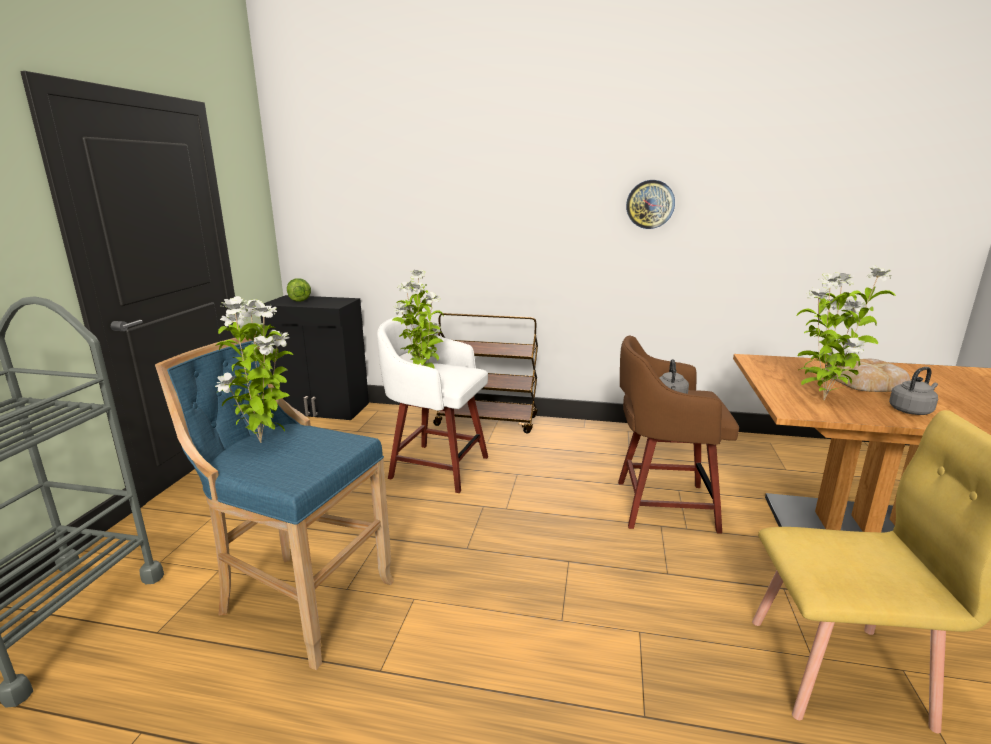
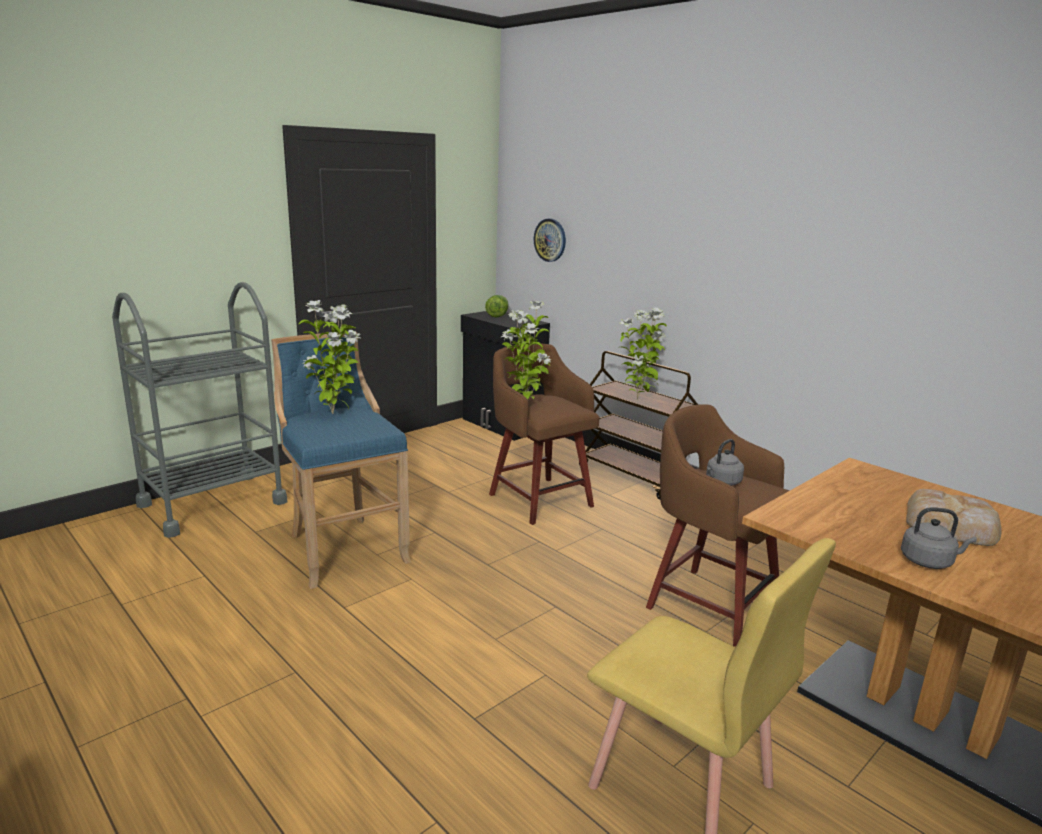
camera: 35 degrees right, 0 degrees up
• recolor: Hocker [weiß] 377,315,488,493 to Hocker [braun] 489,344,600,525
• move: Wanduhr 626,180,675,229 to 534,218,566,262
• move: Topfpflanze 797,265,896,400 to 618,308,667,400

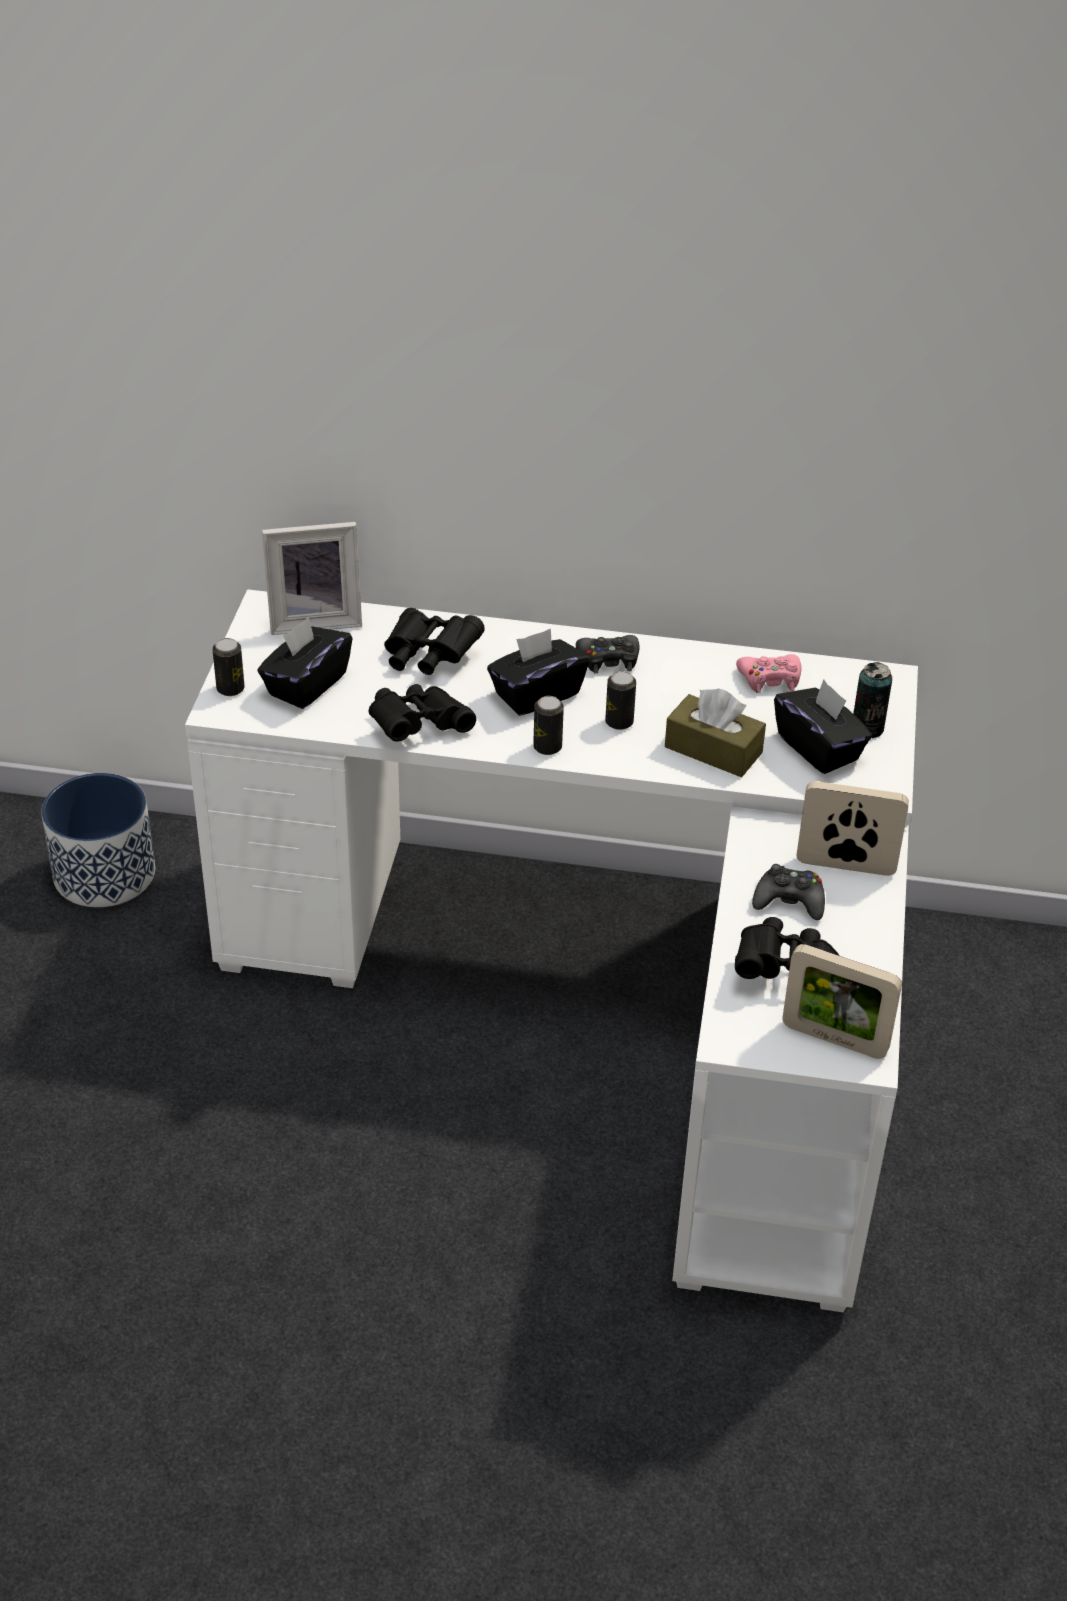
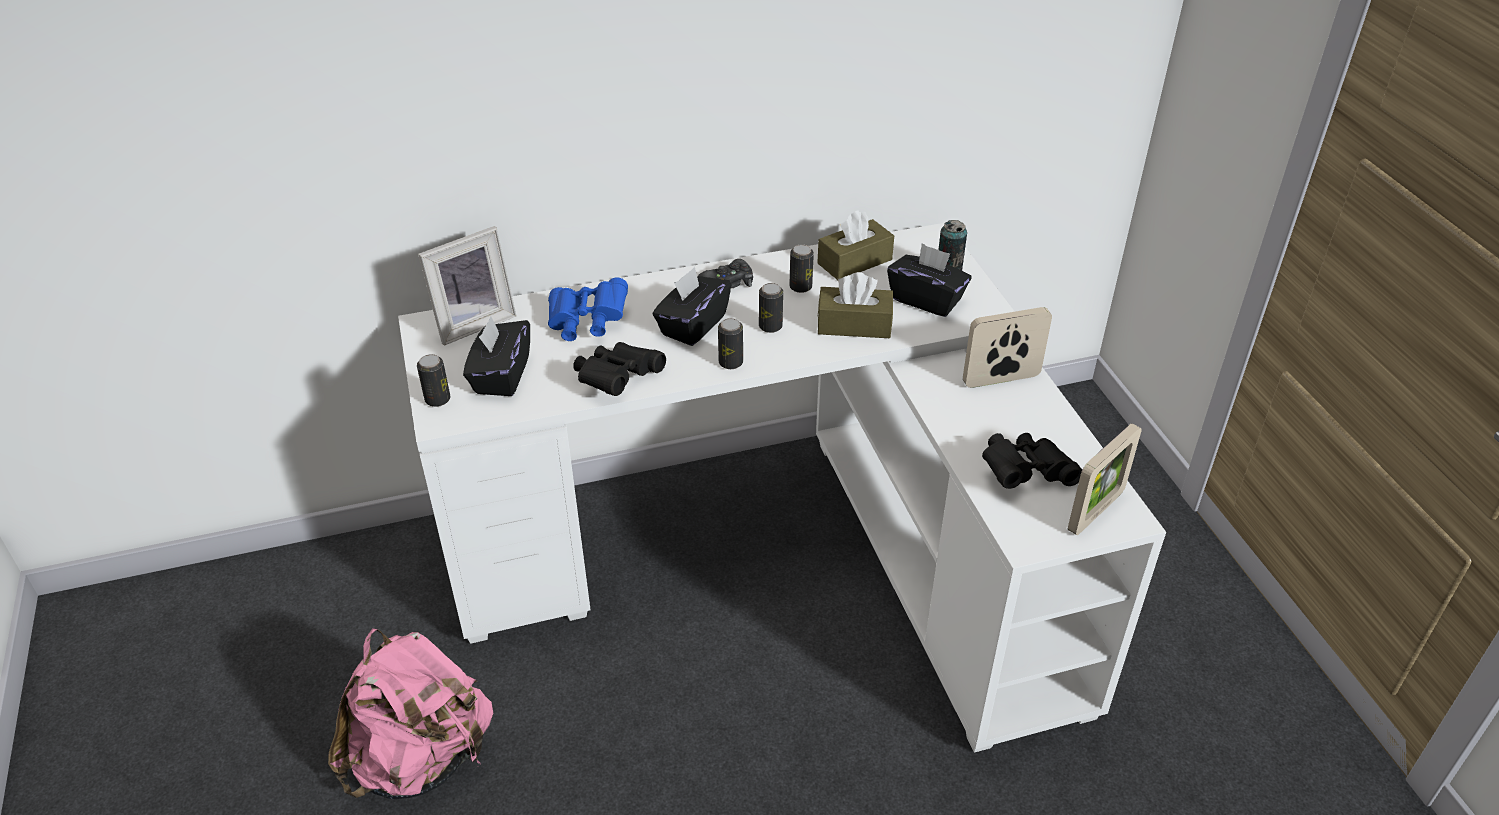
camera: 25 degrees left, 0 degrees up
• insert: Rucksack [rosa] 328,628,493,799
• recolor: Fernglas [schwarz] 384,608,485,675 to Fernglas [blau] 548,277,628,341
• insert: Dose 790,244,814,293
• replace: Gamepad [rosa] 736,654,801,693 to Taschentuchbox [braun] 817,210,894,280
• rotate: Bilderrahmen 782,944,902,1059 = 1068,423,1142,535 45 degrees counterclockwise
• delete: Pflanzkübel 41,773,155,907
• delete: Gamepad [schwarz] 752,864,825,920

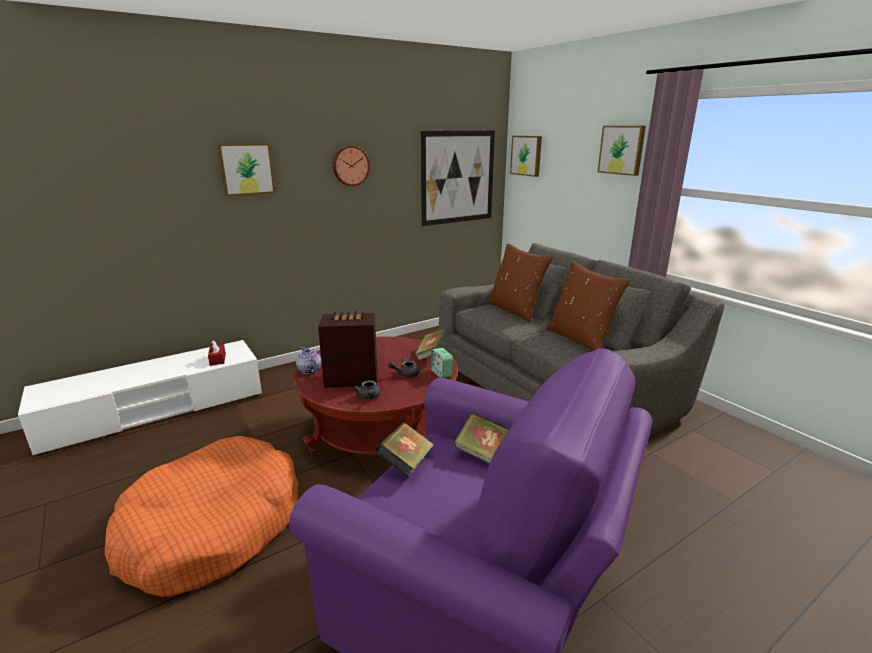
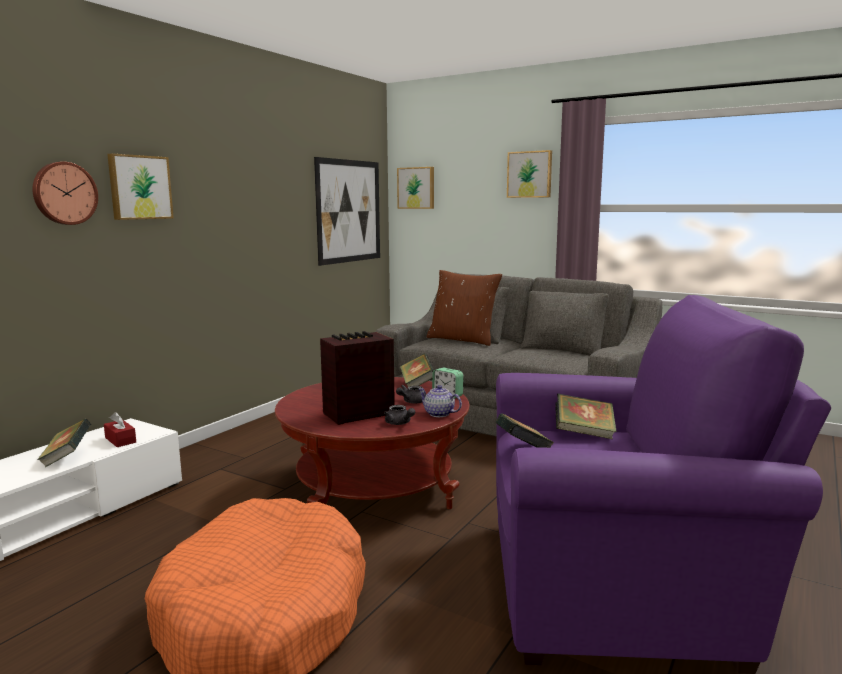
camera: 25 degrees left, 10 degrees down
• move: Wanduhr 332,145,370,186 to 32,162,98,225
• insert: Buch 37,419,91,467
• move: Teekanne 296,347,321,374 to 419,385,462,417
• delete: Kissen [braun] 546,262,630,351

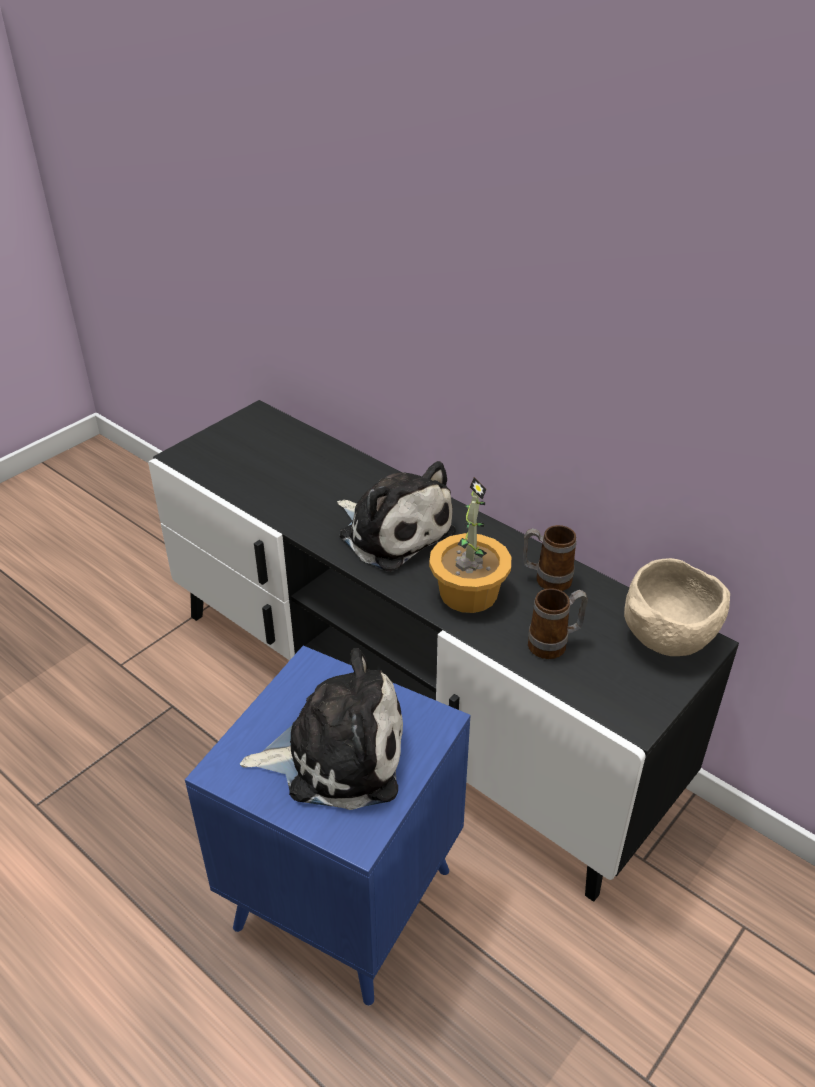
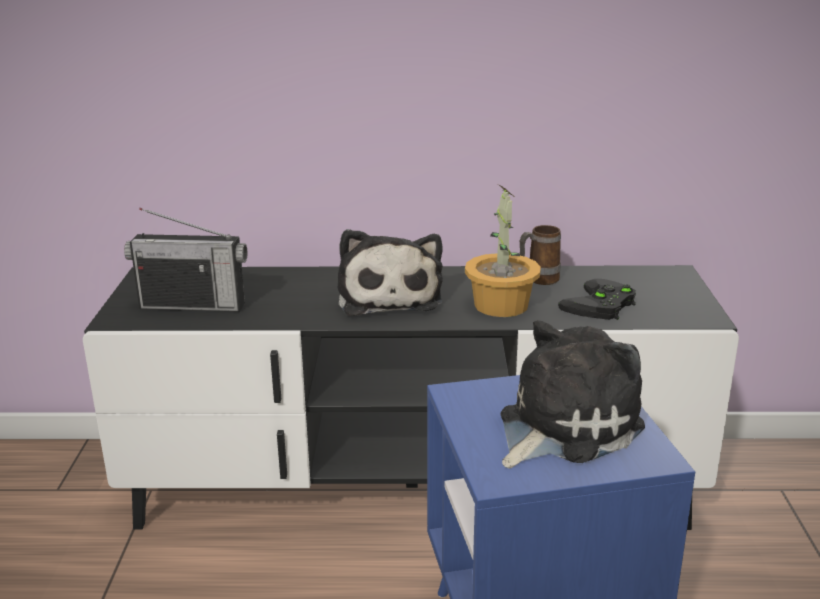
camera: 40 degrees left, 15 degrees down
• insert: Radio 124,208,247,312
• rotate: Plüschtier 337,461,456,572 = 337,229,443,316 75 degrees clockwise
• replace: Henkelbecher 528,588,588,659 to Gamepad [schwarz] 558,279,636,320
• delete: Schüssel [beige] 624,558,730,656

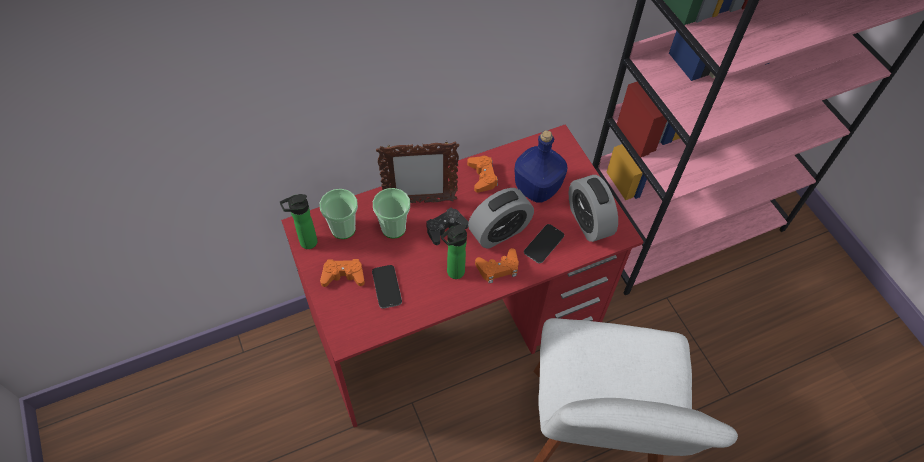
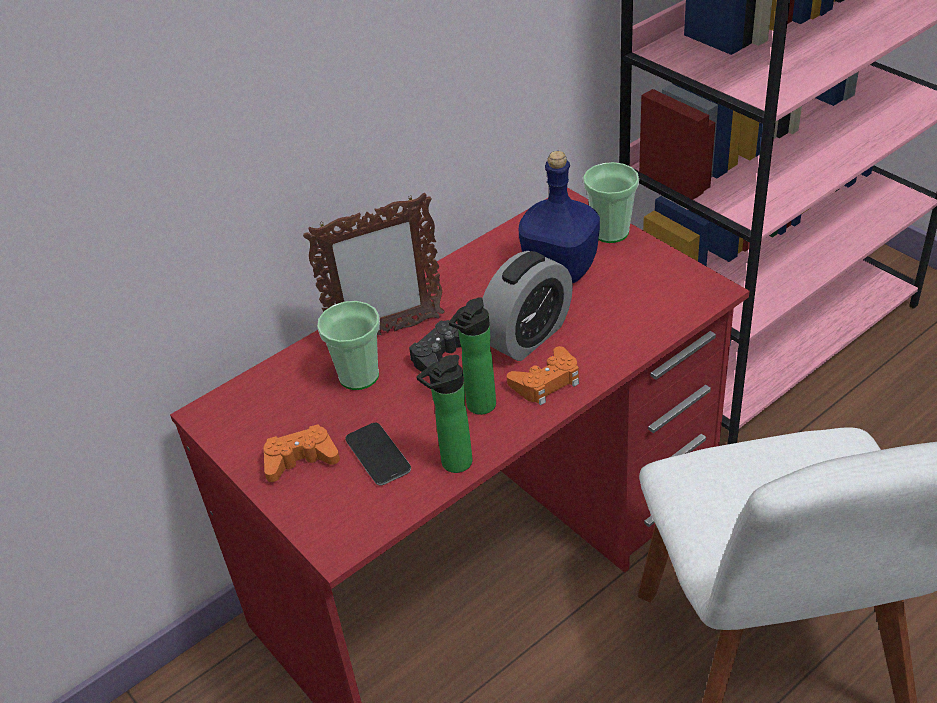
camera: 10 degrees left, 15 degrees down
• move: Flasche 280,194,317,249 to 416,355,473,473
• move: Tasse 320,189,358,239 to 583,162,639,243
• delete: Gamepad [orange] 467,156,498,193
• delete: Handy 524,224,564,263
• delete: Wecker 569,175,618,242

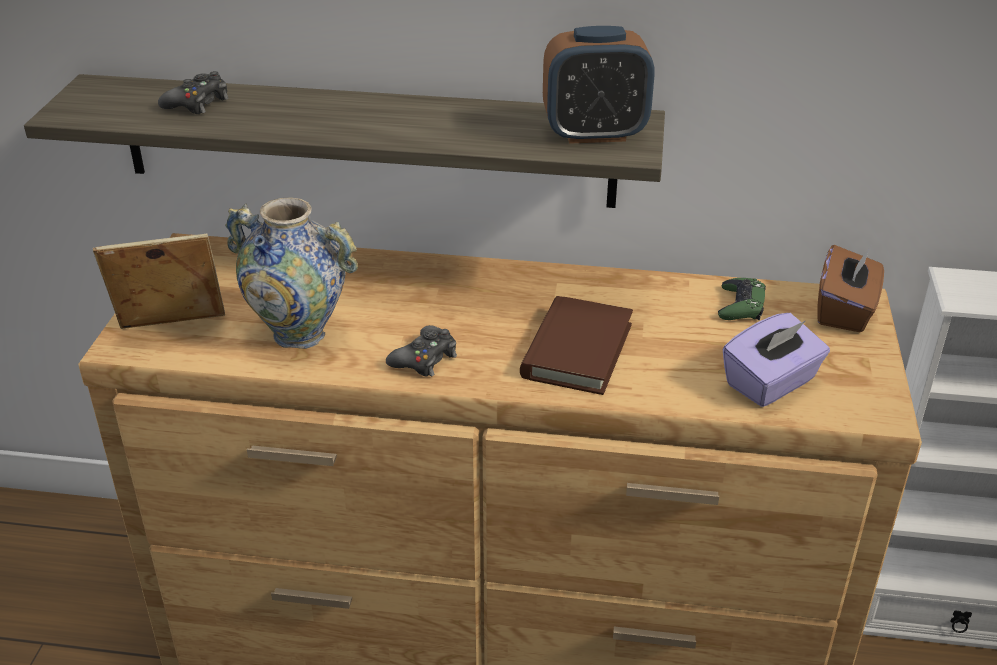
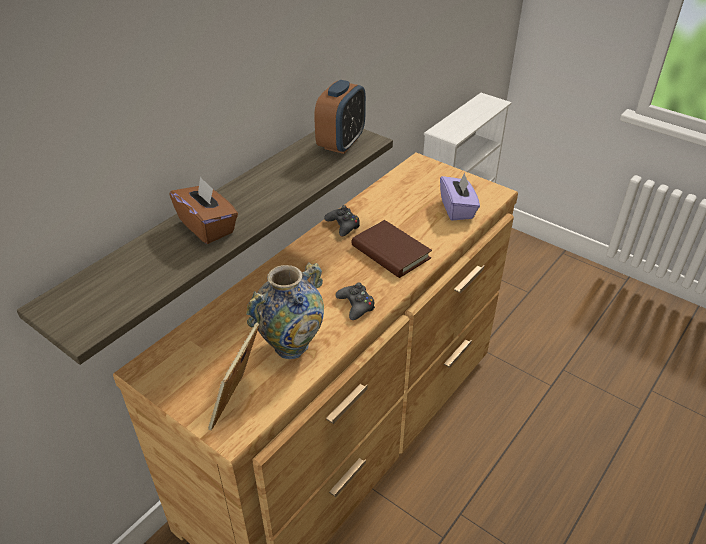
camera: 60 degrees left, 5 degrees up
• move: Taschentuchbox [braun] 817,245,884,332 to 170,176,238,244
• move: Gamepad [schwarz] 158,71,229,114 to 324,205,360,237
• delete: Gamepad [grün] 718,278,766,320

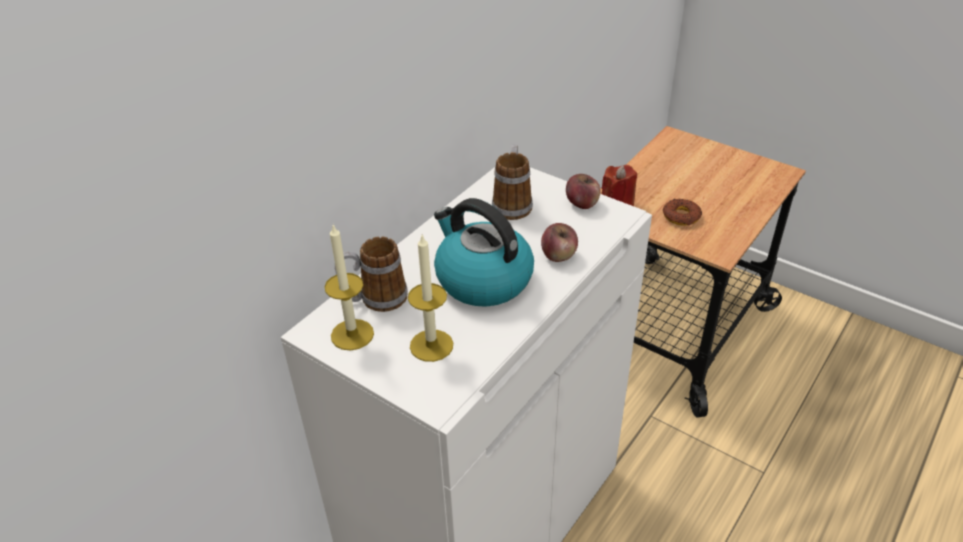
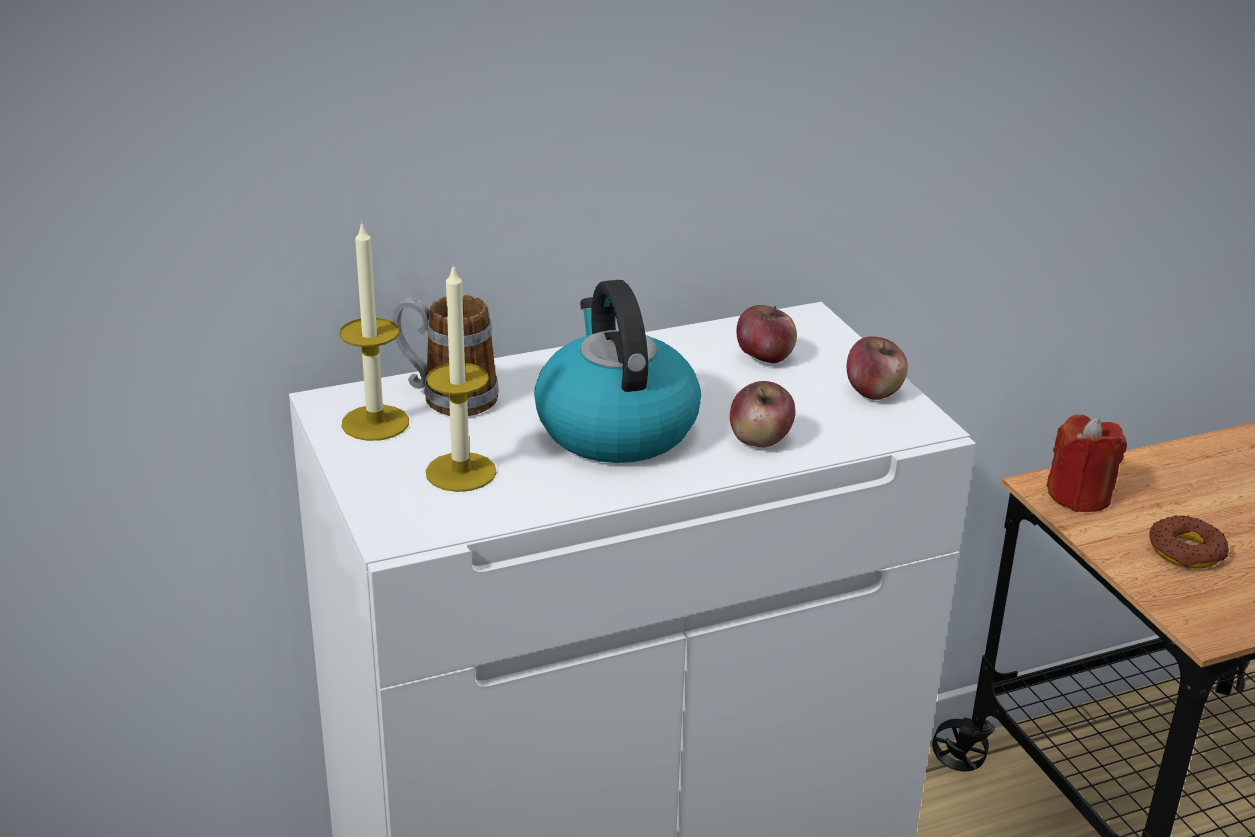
camera: 30 degrees right, 10 degrees down
• replace: Henkelbecher 492,144,533,220 to Apfel 736,305,797,363

